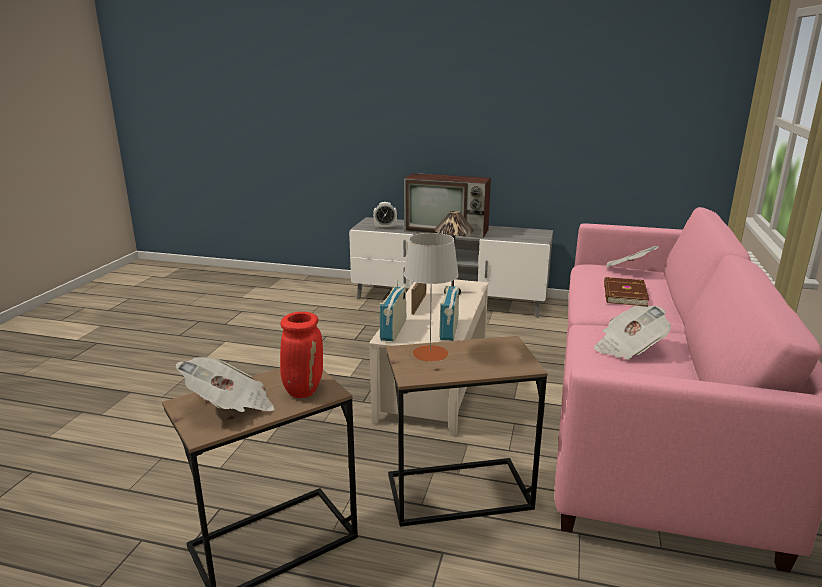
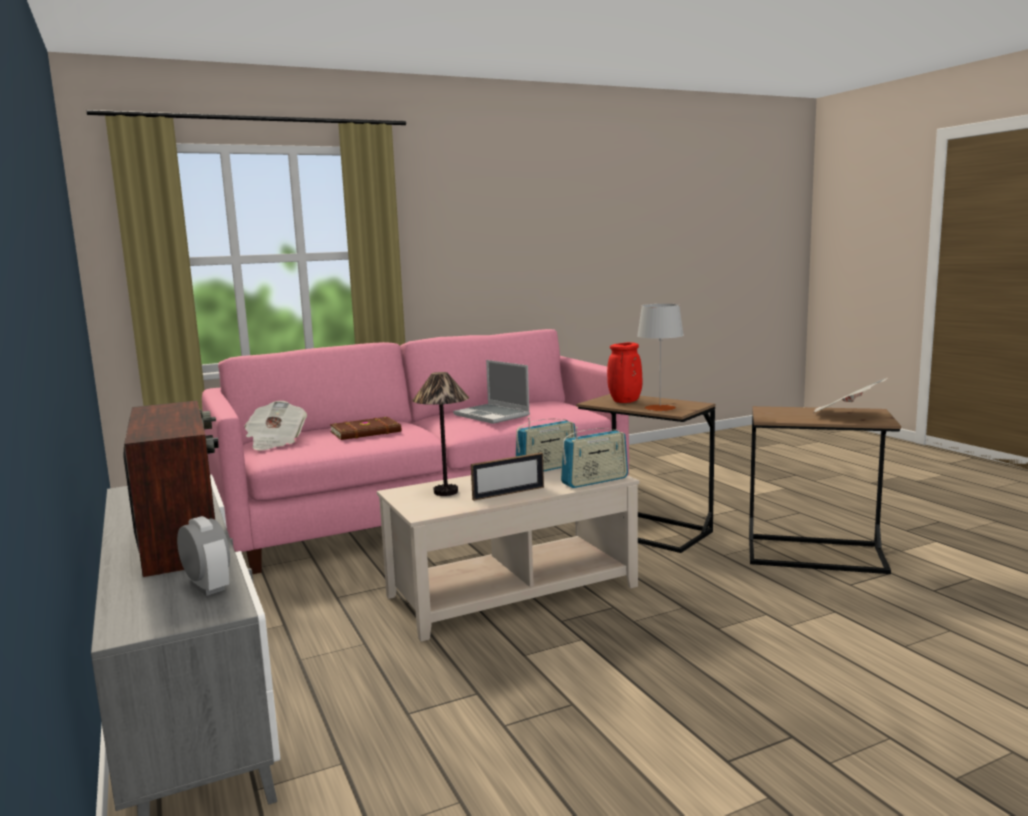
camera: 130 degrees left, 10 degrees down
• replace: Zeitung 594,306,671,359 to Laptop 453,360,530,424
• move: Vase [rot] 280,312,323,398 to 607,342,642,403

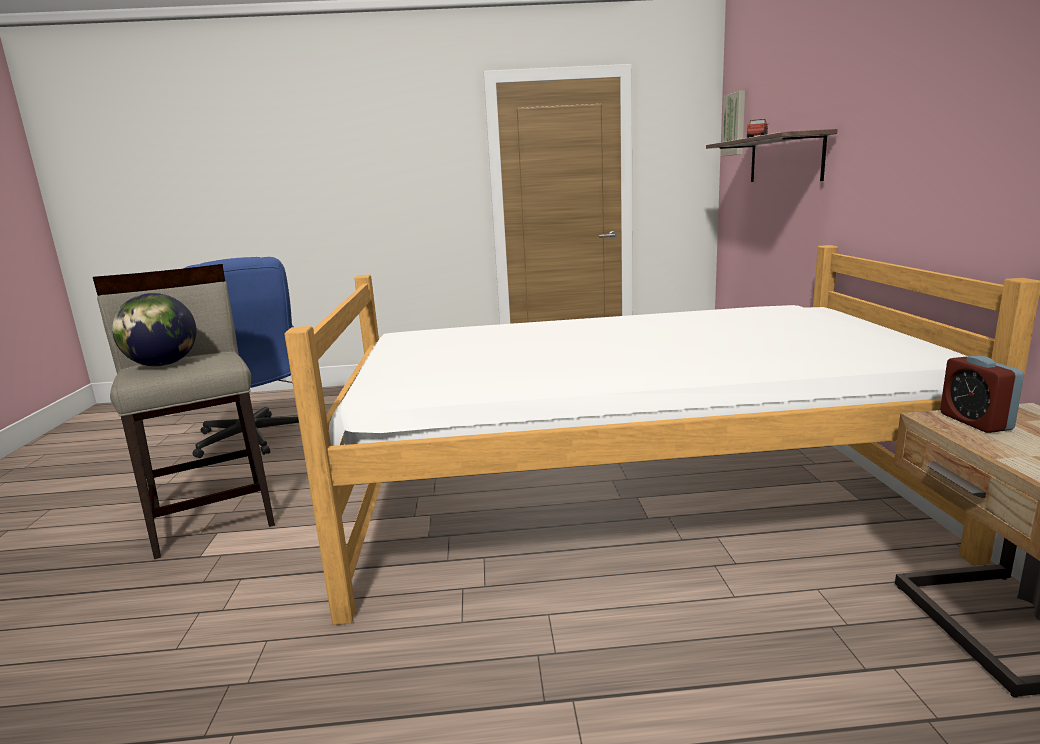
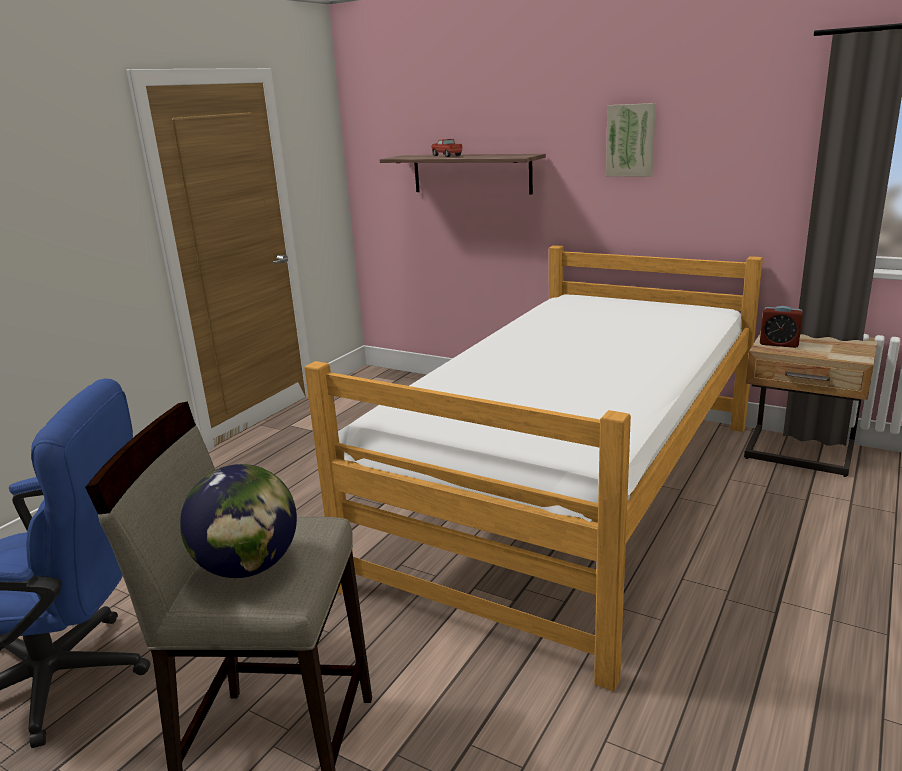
camera: 55 degrees left, 5 degrees up
• move: Bild 722,90,745,156 to 606,103,656,177

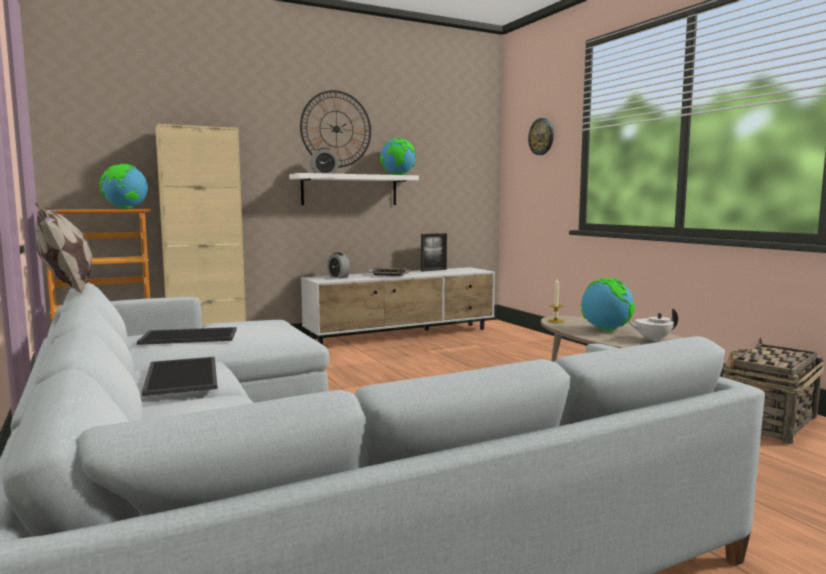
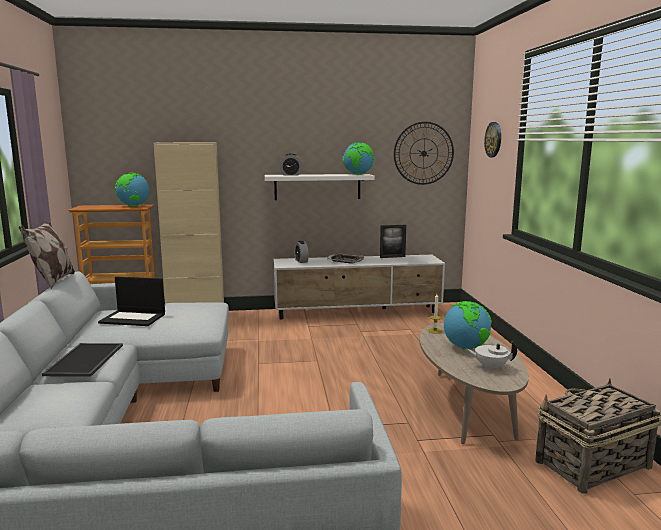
camera: 20 degrees right, 5 degrees up
• replace: Tablett 137,327,237,345 to Laptop 98,277,165,326
• move: Wanduhr 300,90,371,167 to 394,122,454,185

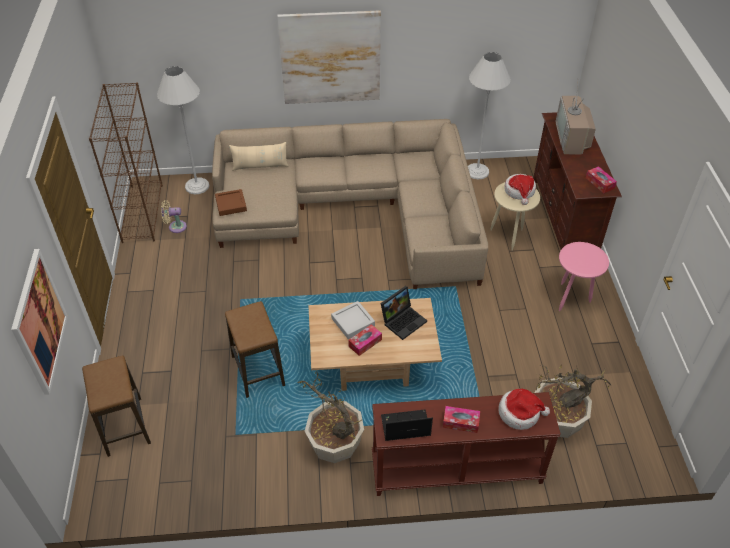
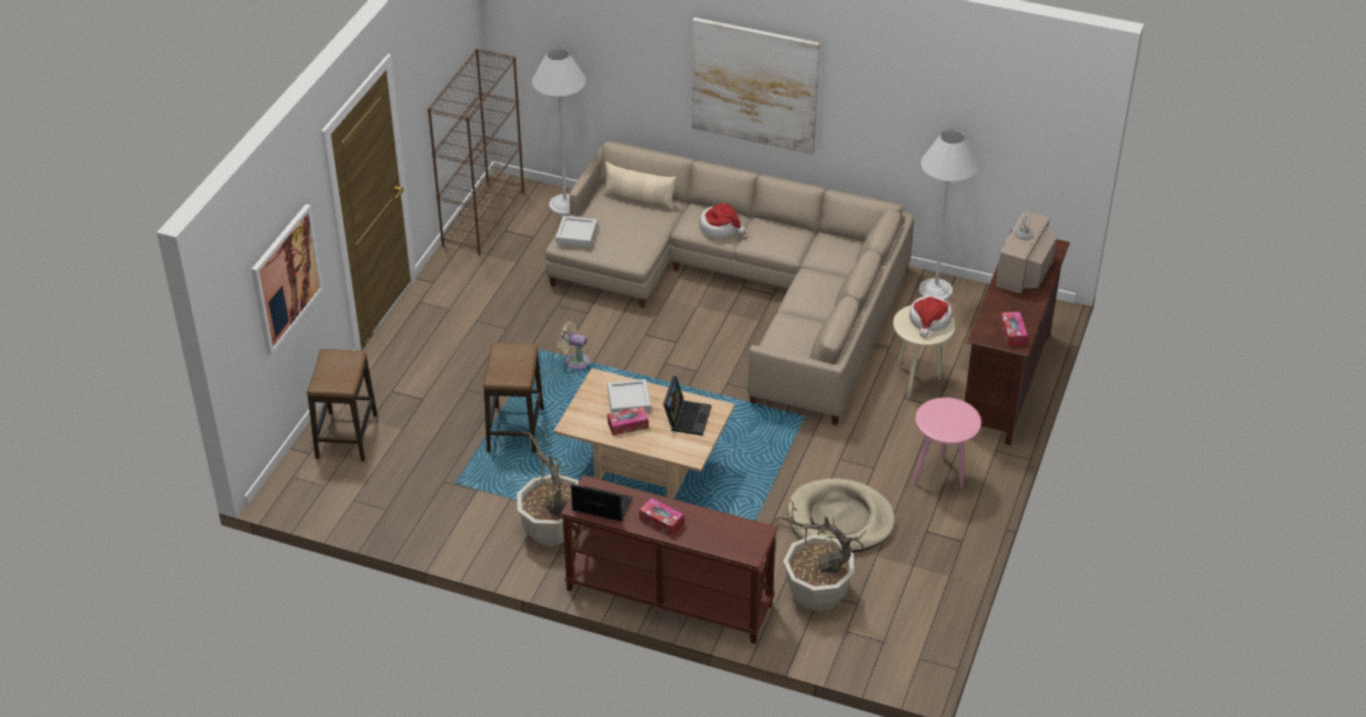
camera: 25 degrees right, 5 degrees down
• recolor: Tablett [braun] 215,189,247,216 to Tablett [grau] 556,216,597,247
• move: Ventilator [beige] 161,200,187,233 to 557,322,590,370
• rotate: Laptop 381,286,427,340 = 663,376,712,436 60 degrees counterclockwise
• move: Hut 498,389,550,430 to 699,203,746,238
• insert: Hundebett [beige] 787,478,895,553

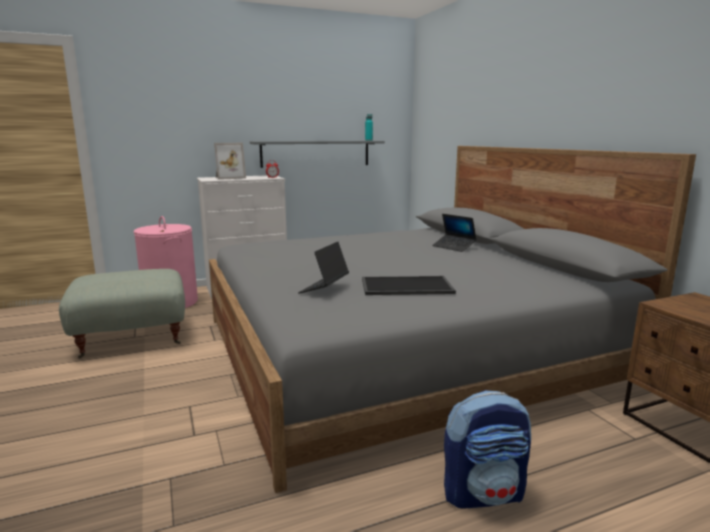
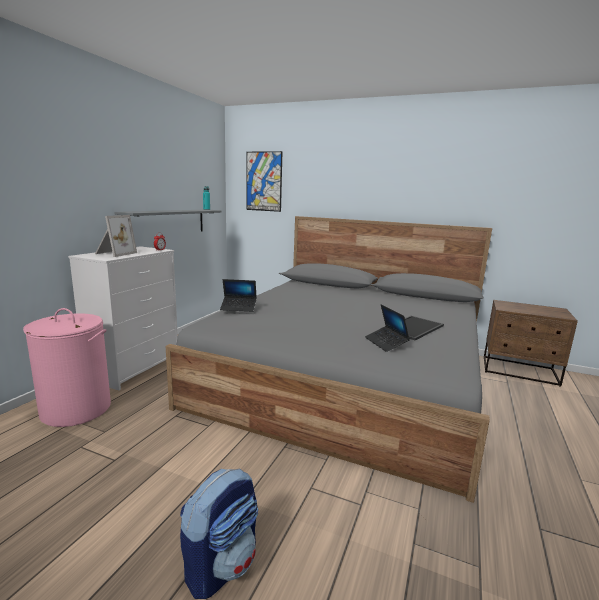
camera: 45 degrees left, 0 degrees up
• move: Rucksack 444,390,531,508 to 180,469,258,599
• move: Laptop 433,214,476,252 to 220,279,257,312
• insert: Bild 246,151,282,212
• delete: Polsterhocker [grau] 59,269,185,358

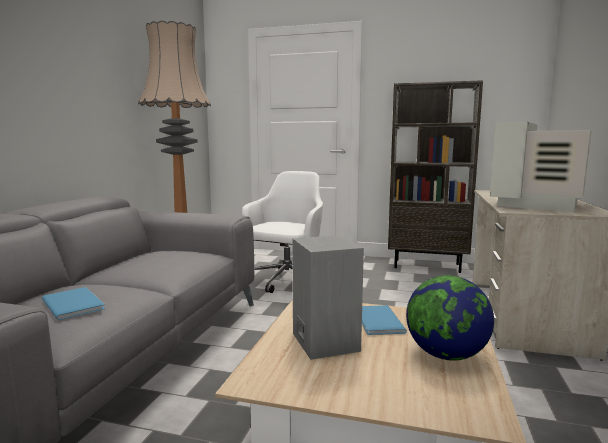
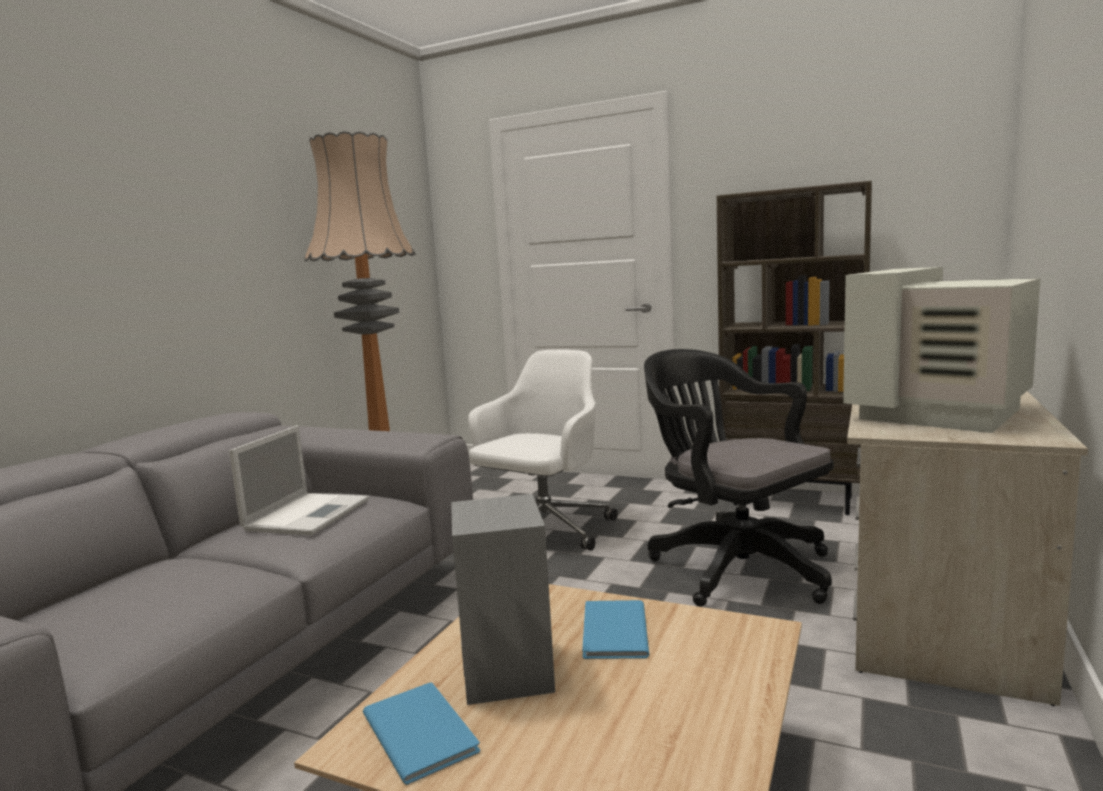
camera: 10 degrees right, 0 degrees up
• insert: Laptop 229,425,369,535
• move: Buch [blau] 42,287,105,320 to 363,683,480,785
• insert: Bürostuhl [schwarz] 644,349,834,607
• delete: Globus 406,275,494,361

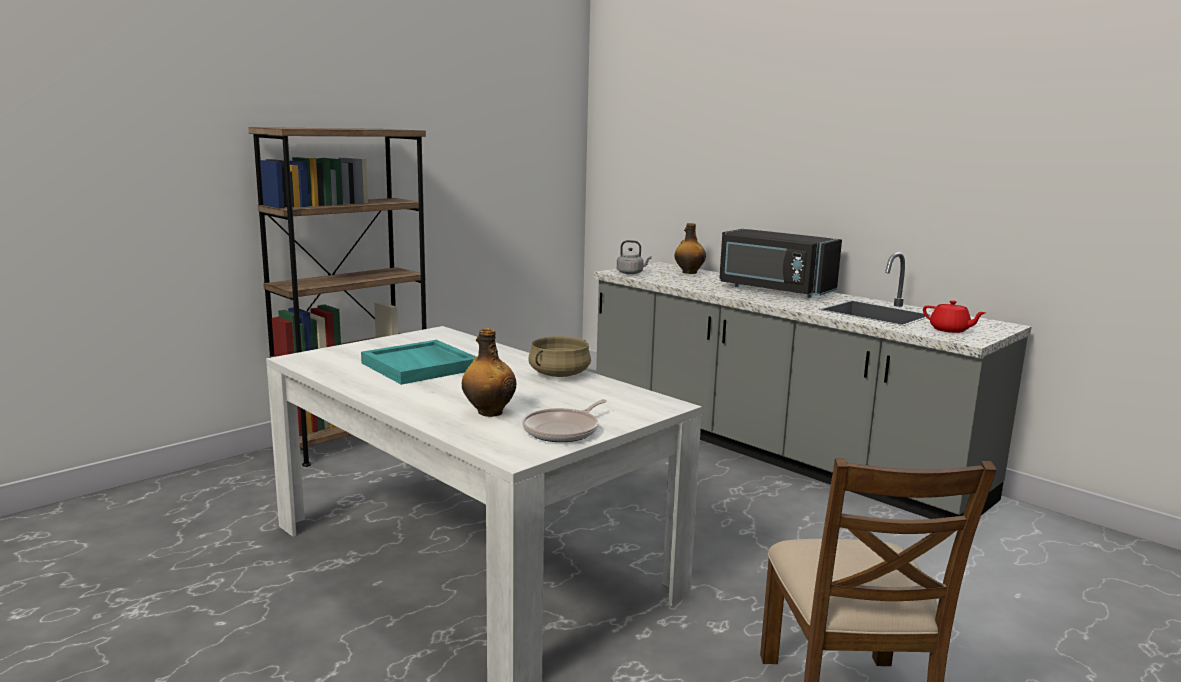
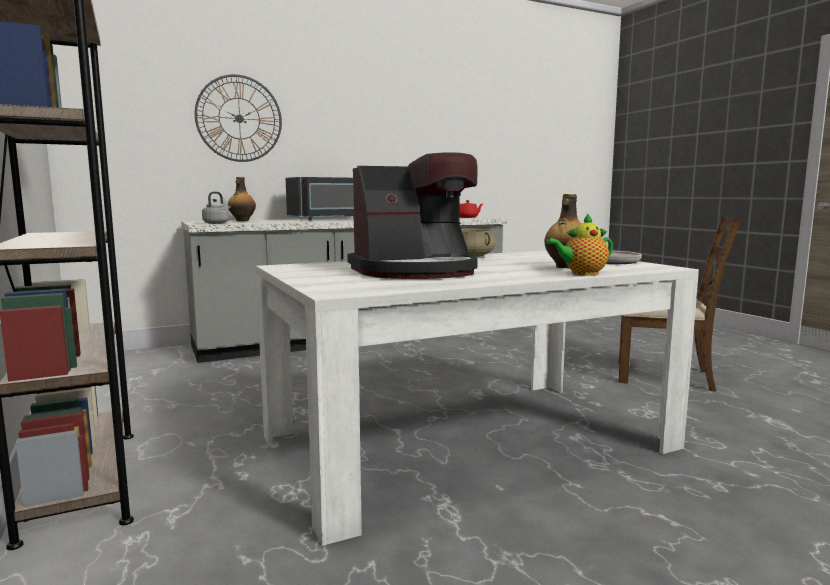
camera: 70 degrees left, 5 degrees down
• insert: Wanduhr 195,74,282,162
• replace: Tablett [türkis] 361,340,476,385 to Kaffeemaschine 347,152,478,279
• insert: Teekanne 546,214,613,276

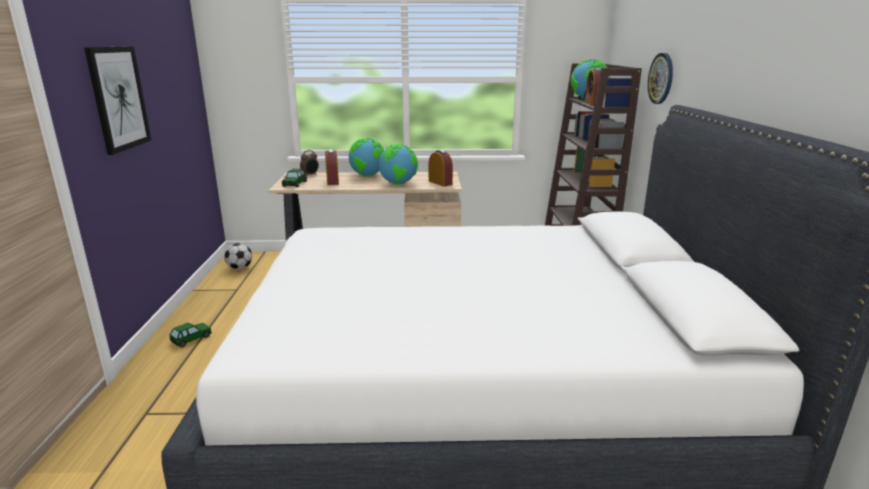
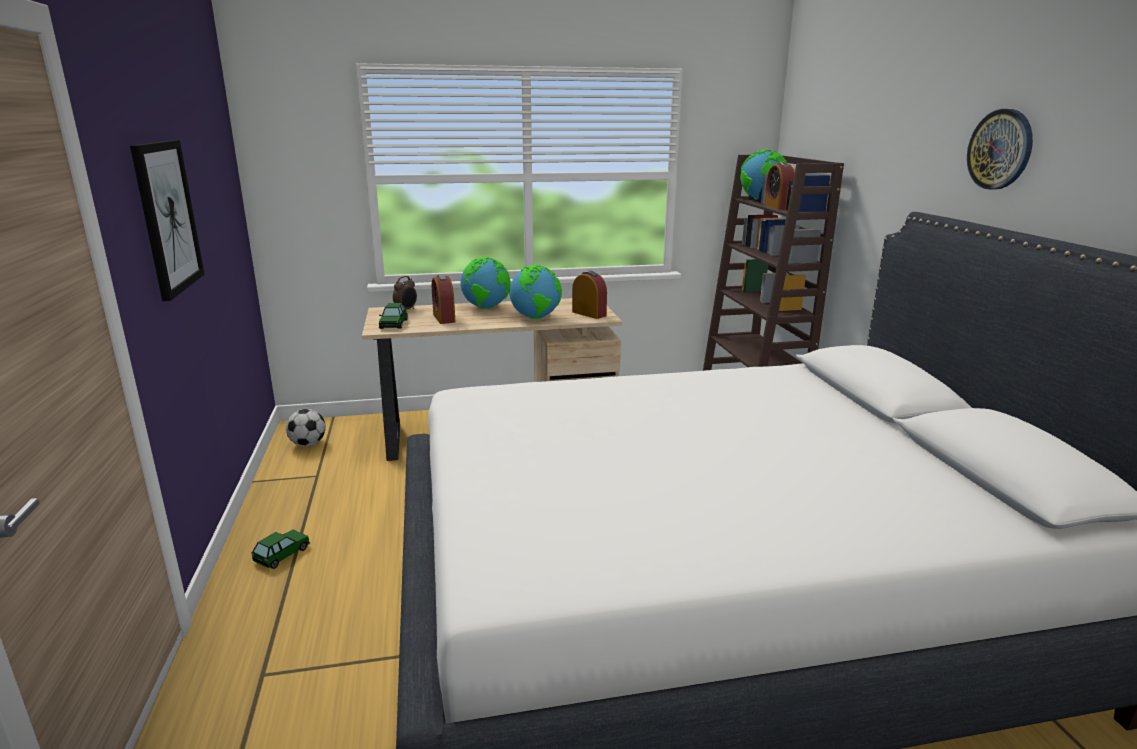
camera: 10 degrees left, 0 degrees up
• move: Wanduhr 648,53,673,104 to 967,109,1033,190

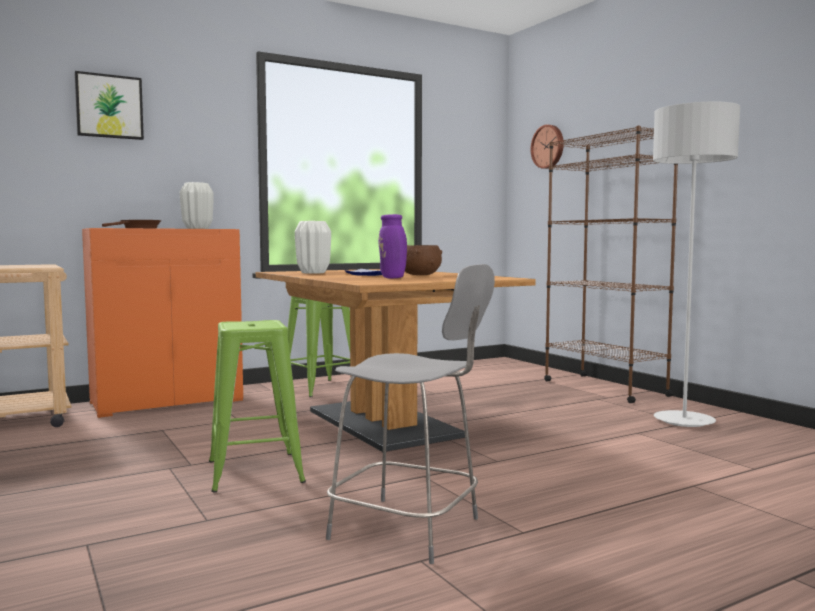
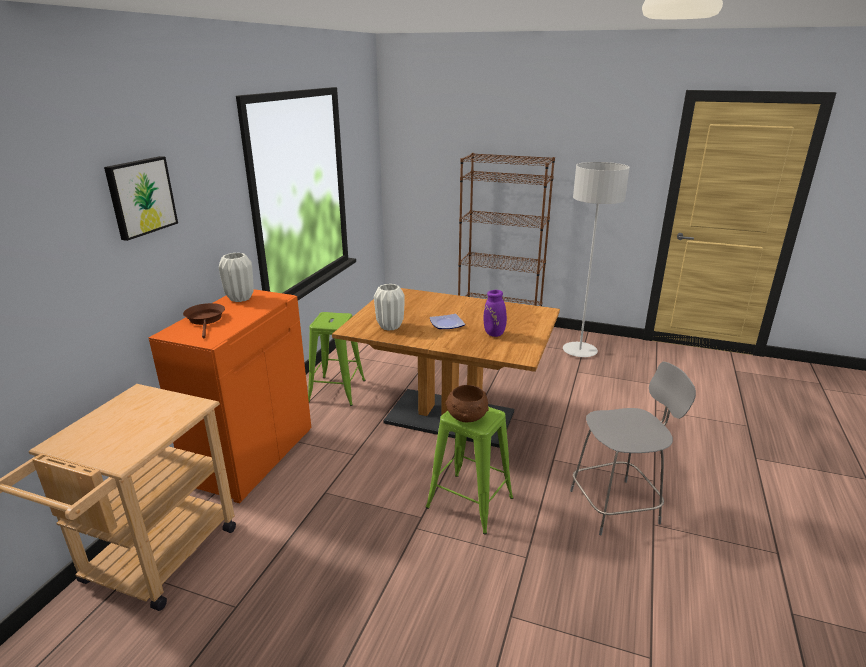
camera: 40 degrees left, 20 degrees up
• move: Schüssel [braun] 405,245,442,275 to 446,385,489,422
• delete: Wanduhr 531,125,564,169

